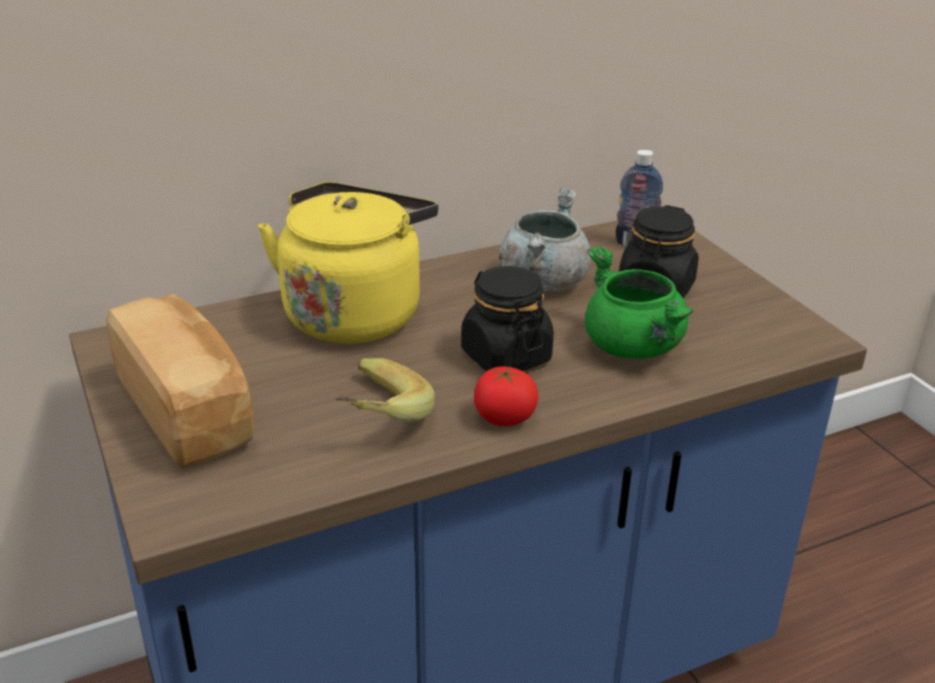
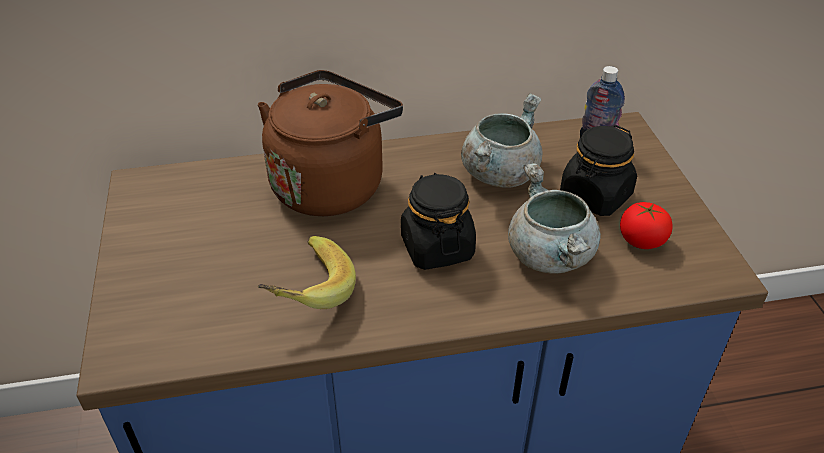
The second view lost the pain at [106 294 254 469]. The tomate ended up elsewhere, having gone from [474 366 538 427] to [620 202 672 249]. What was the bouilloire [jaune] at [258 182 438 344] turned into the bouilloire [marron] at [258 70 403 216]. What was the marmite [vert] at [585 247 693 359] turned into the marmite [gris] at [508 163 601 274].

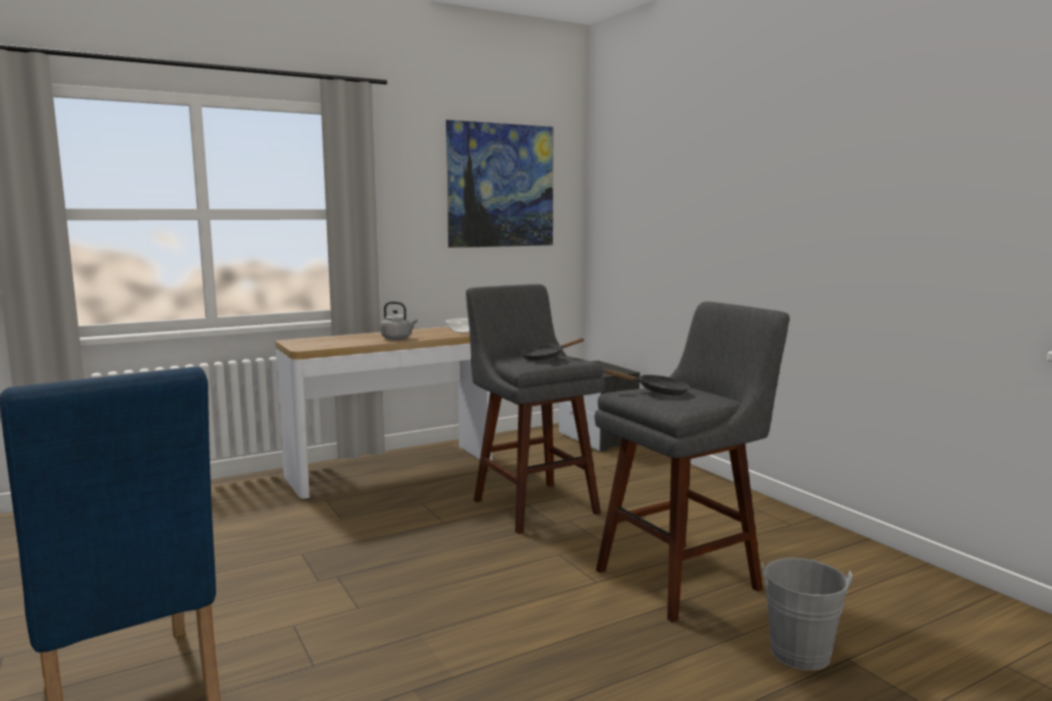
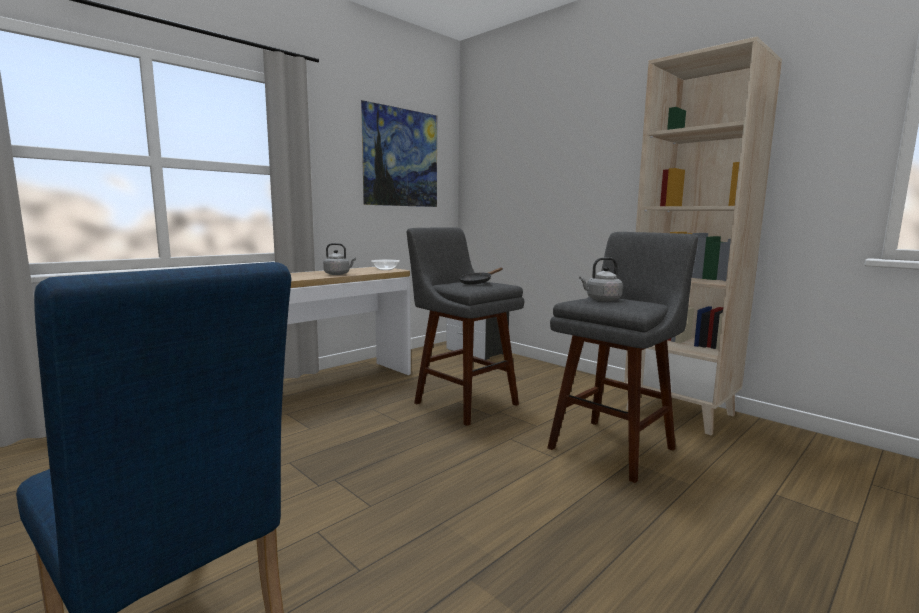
The second view lost the seau [gris] at [761 558 853 671]. The second view gained the bibliothèque [beige] at [624 37 782 435]. Where the poêle [noir] stood at [603 369 690 395], the bouilloire [gris] came to stand at [579 257 623 301].

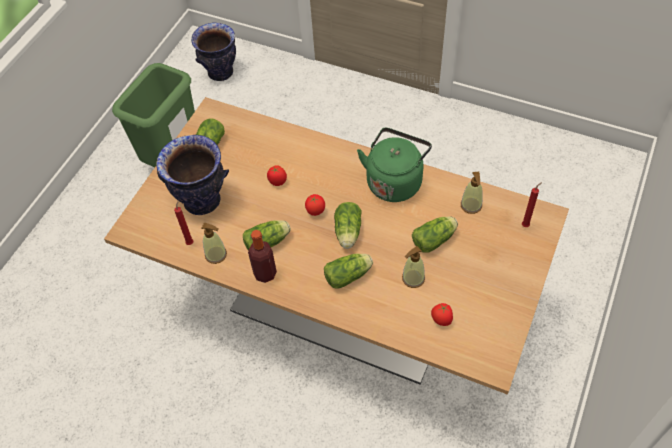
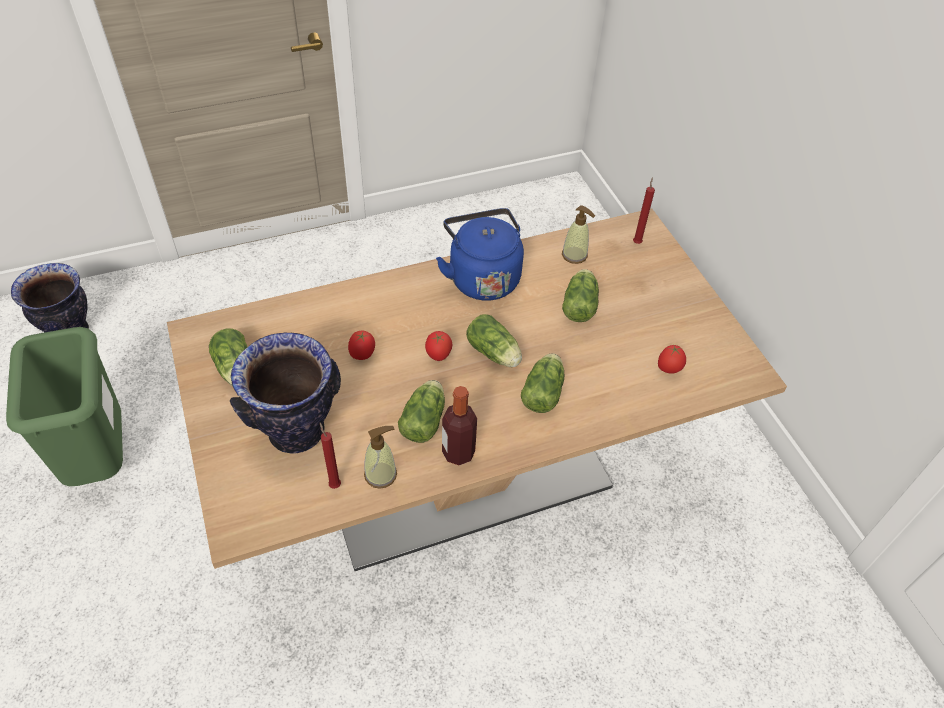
The second view lost the distributeur de savon at [402 246 425 288]. What was the bouilloire [vert] at [357 128 432 202] turned into the bouilloire [bleu] at [436 208 524 301].

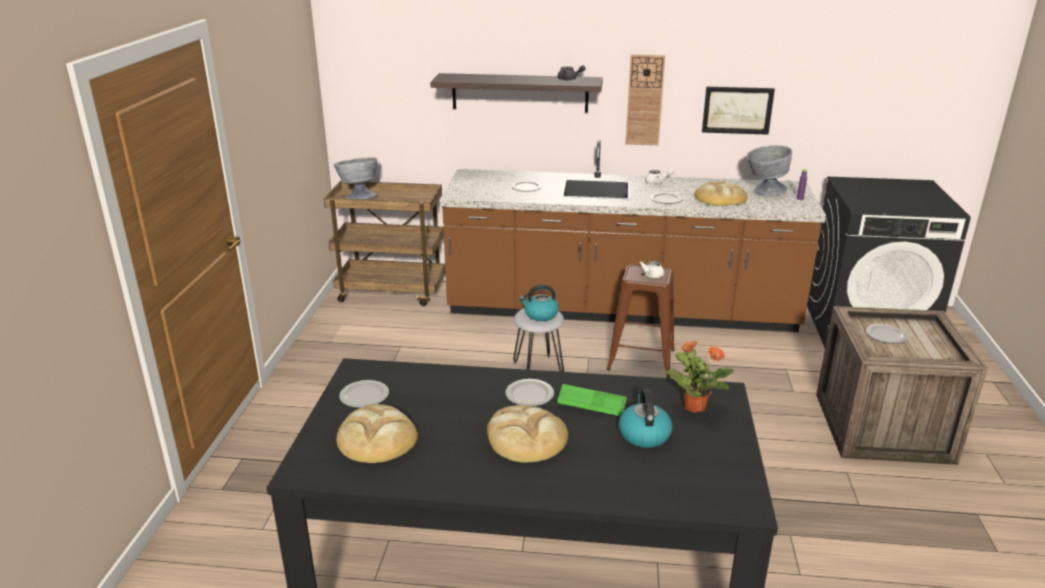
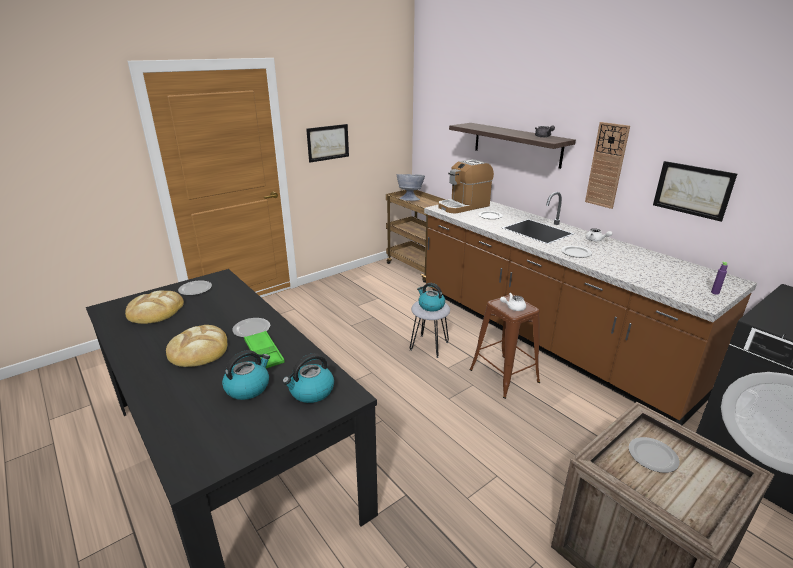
The second view lost the pain at [694 181 748 206]. The second view lost the bol [gris] at [747 145 792 196]. The second view gained the tableau at [306 124 349 163]. The second view gained the machine à café at [438 159 494 214]. Where the plante en pot stood at [665 340 734 413], the bouilloire came to stand at [282 353 334 403].

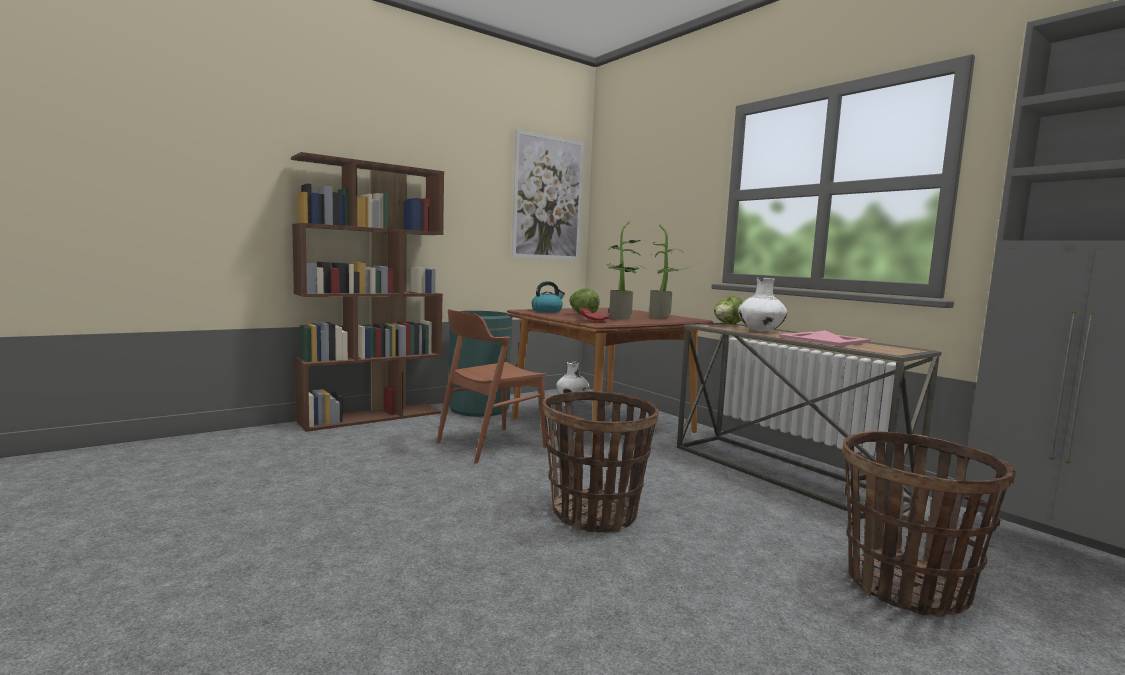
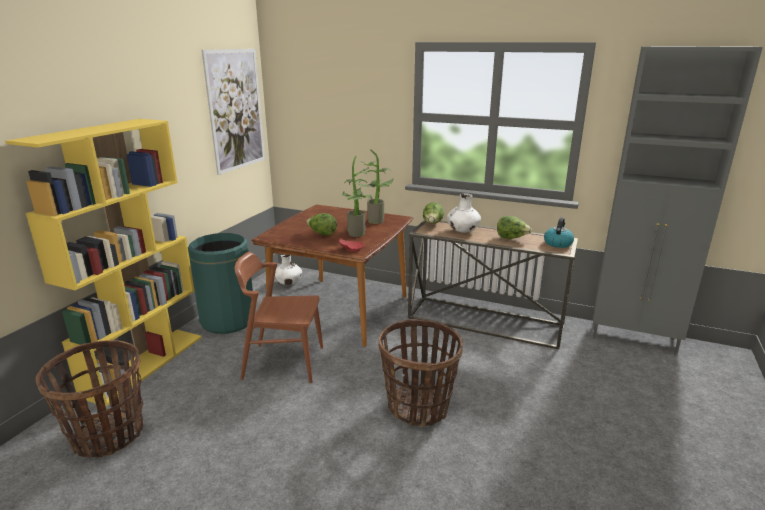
The bouilloire ended up elsewhere, having gone from [531 281 565 312] to [544 217 574 248]. The panier ended up elsewhere, having gone from [842 431 1016 617] to [36 340 143 458]. Where the plateau [rose] stood at [779 330 871 346], the laitue came to stand at [497 216 532 239]. What was the bibliothèque [marron] at [291 152 444 432] turned into the bibliothèque [jaune] at [5 119 202 406]. The chaise [marron] at [436 309 547 464] ended up facing another way, 75 degrees clockwise from before.

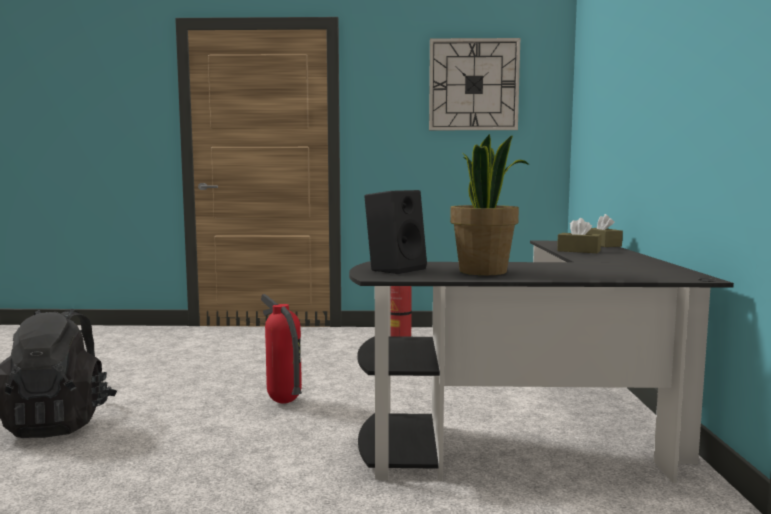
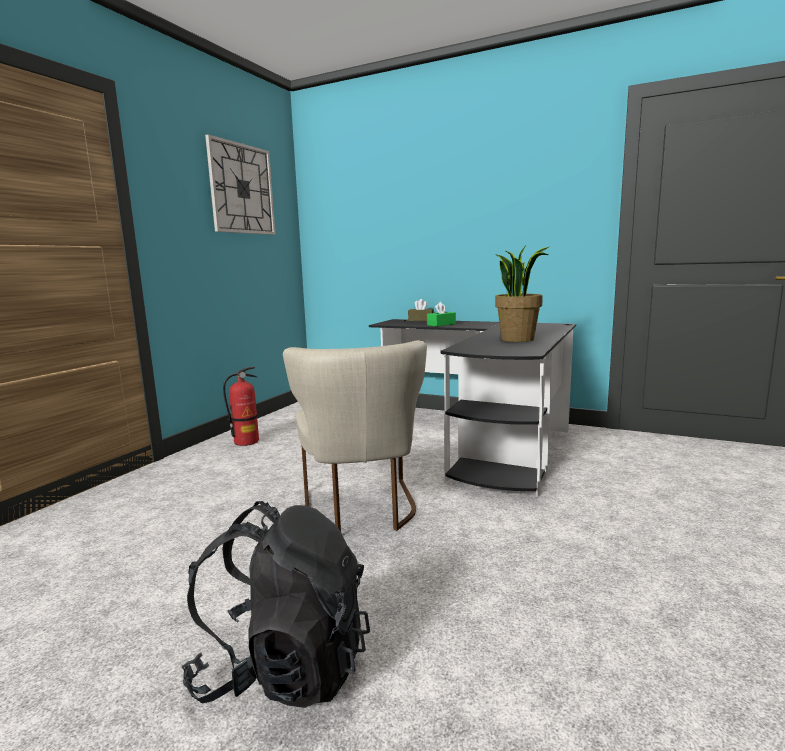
The second view lost the enceinte [noir] at [364 190 427 274]. Where the extincteur stood at [261 294 302 404], the chaise [beige] came to stand at [283 340 427 531]. What was the boîte à mouchoirs [marron] at [557 218 601 253] turned into the boîte à mouchoirs [vert] at [427 302 456 327].

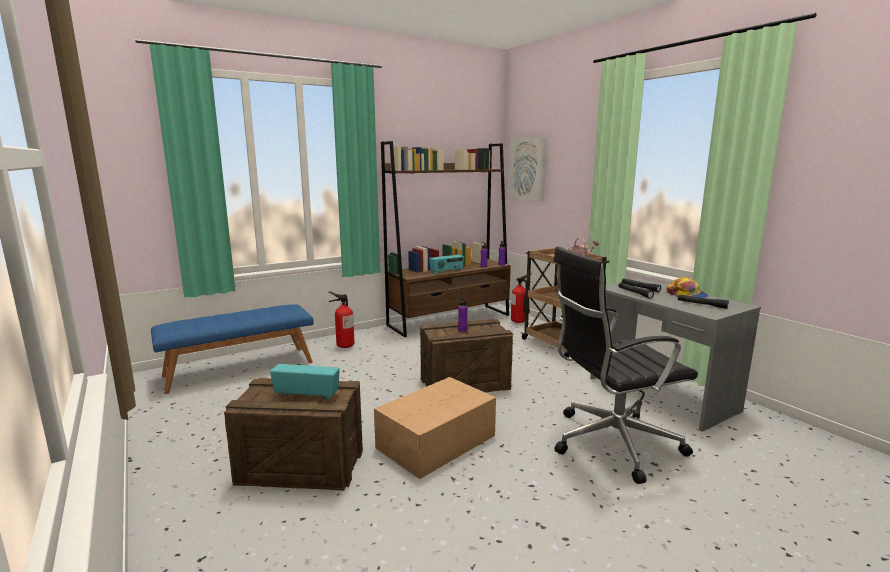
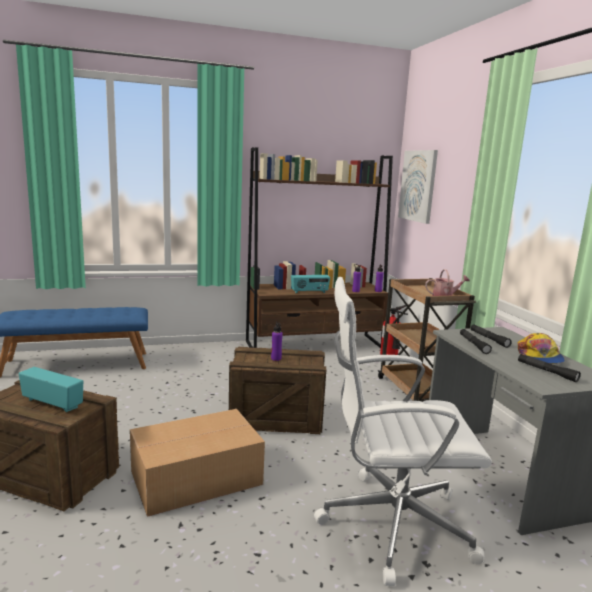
The second view lost the extincteur at [328 292 355 348]. What was the chaise de bureau [noir] at [553 246 698 484] turned into the chaise de bureau [blanc] at [314 277 492 586].

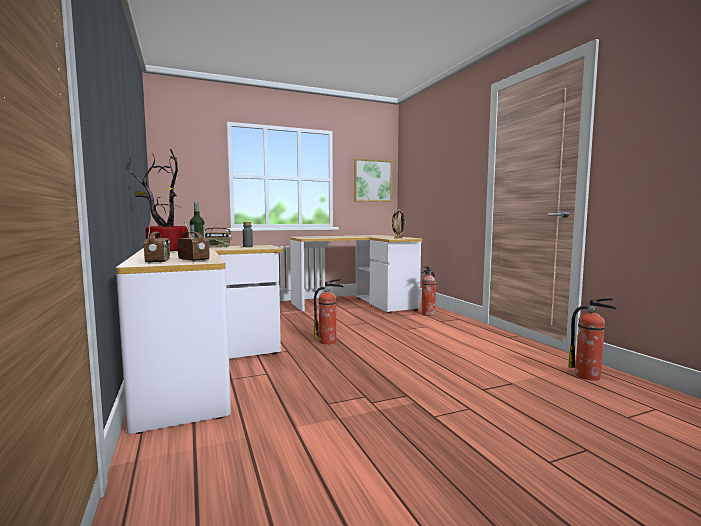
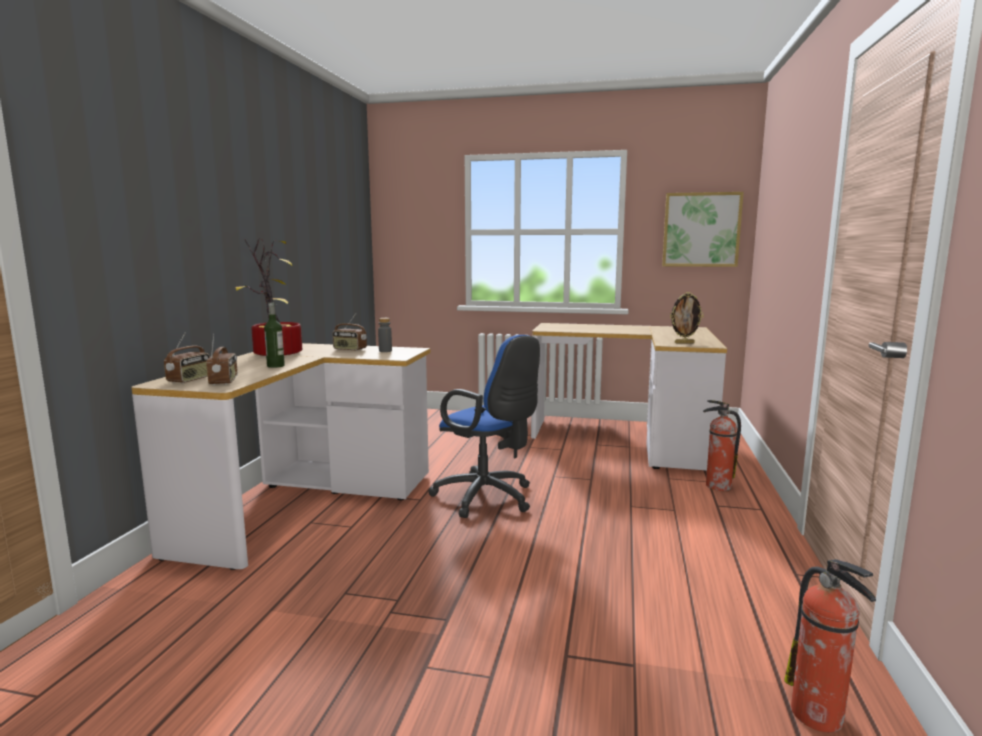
Where the extincteur stood at [314 279 343 344], the chaise de bureau [bleu] came to stand at [428 335 540 518].

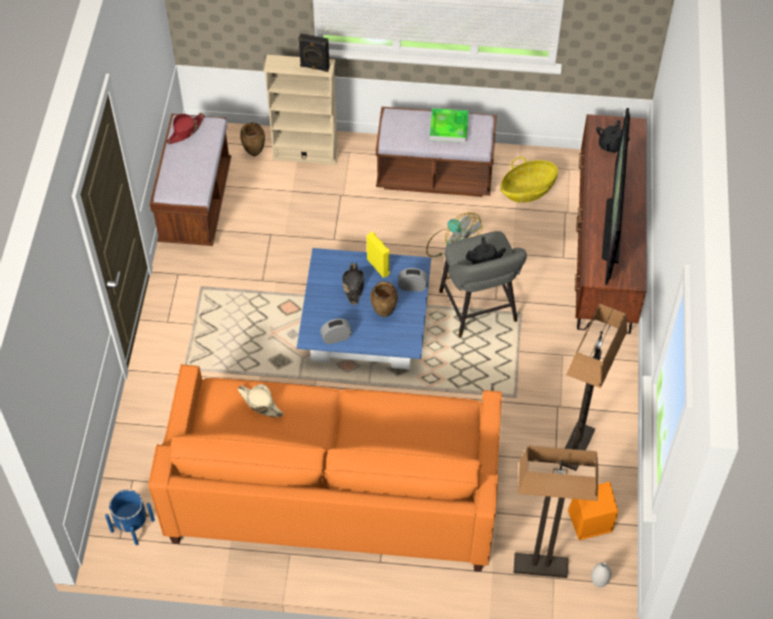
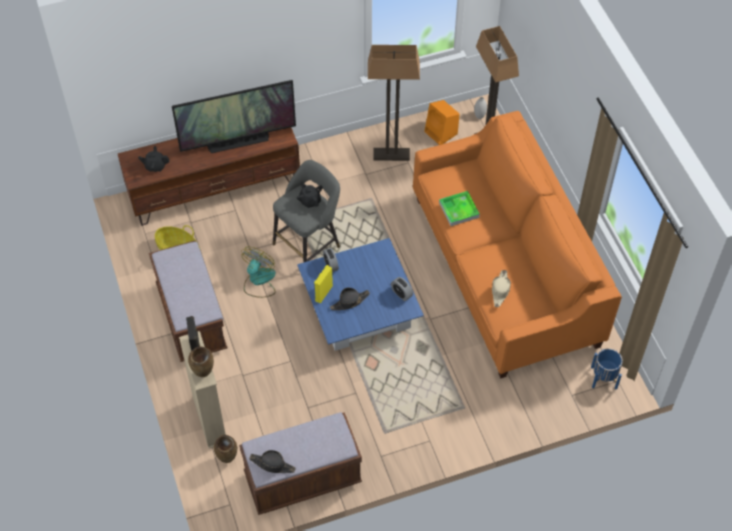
The vase [marron] ended up elsewhere, having gone from [370 281 398 317] to [188 347 214 377]. The plateau ended up elsewhere, having gone from [430 108 469 143] to [439 191 480 226]. What was the chapeau [rouge] at [166 113 205 144] turned into the chapeau [noir] at [249 450 296 473].

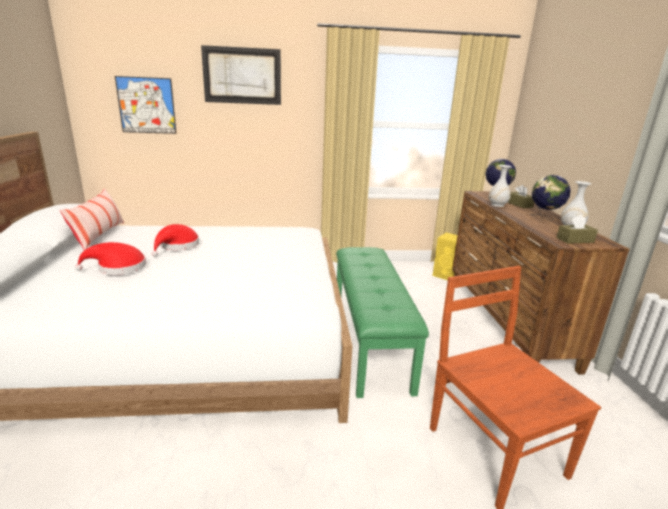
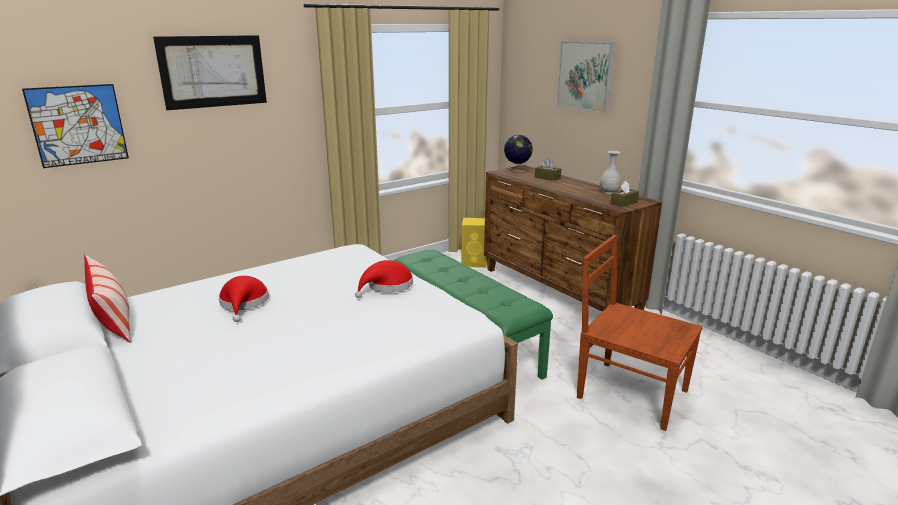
The second view lost the vase [blanc] at [489 165 512 207]. The second view lost the globe at [531 175 571 221]. The second view gained the tableau at [557 41 615 113]. The chapeau [rouge] ended up elsewhere, having gone from [75 242 146 275] to [355 260 413 298].

